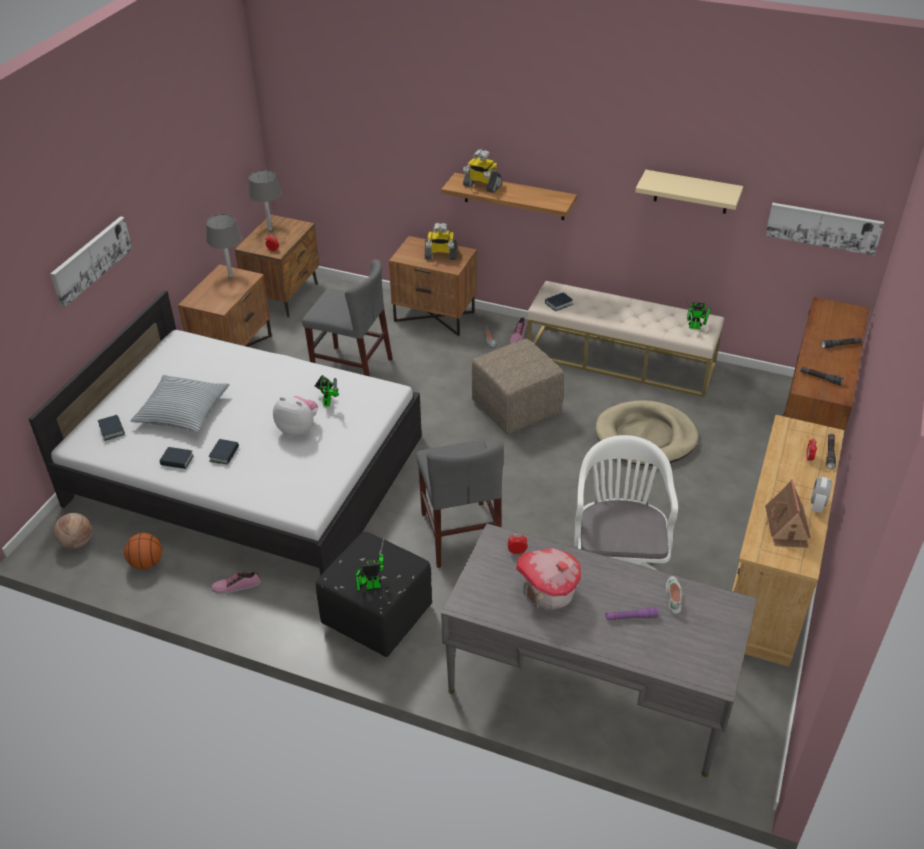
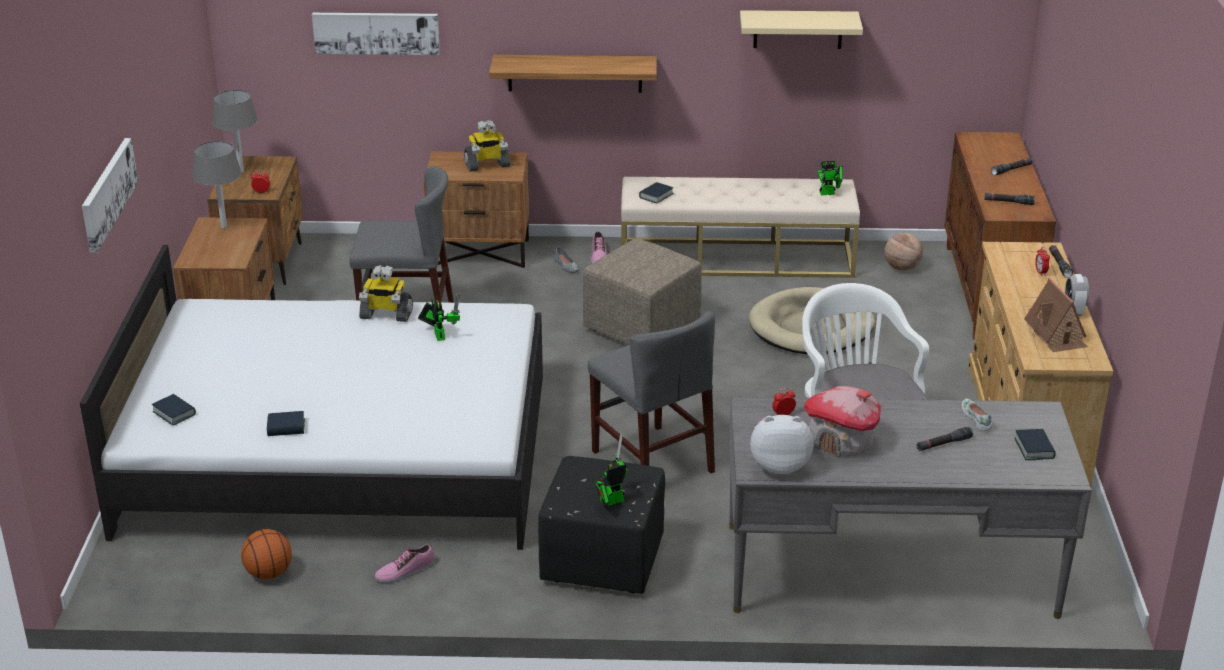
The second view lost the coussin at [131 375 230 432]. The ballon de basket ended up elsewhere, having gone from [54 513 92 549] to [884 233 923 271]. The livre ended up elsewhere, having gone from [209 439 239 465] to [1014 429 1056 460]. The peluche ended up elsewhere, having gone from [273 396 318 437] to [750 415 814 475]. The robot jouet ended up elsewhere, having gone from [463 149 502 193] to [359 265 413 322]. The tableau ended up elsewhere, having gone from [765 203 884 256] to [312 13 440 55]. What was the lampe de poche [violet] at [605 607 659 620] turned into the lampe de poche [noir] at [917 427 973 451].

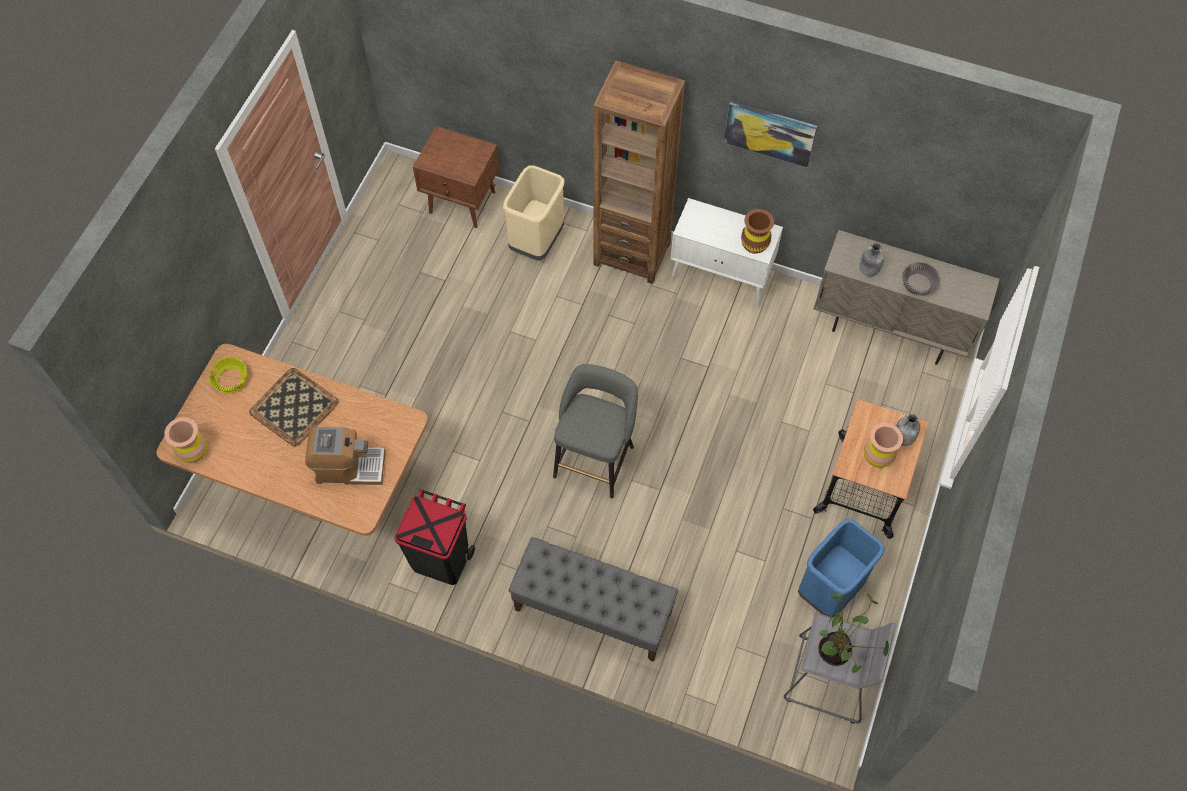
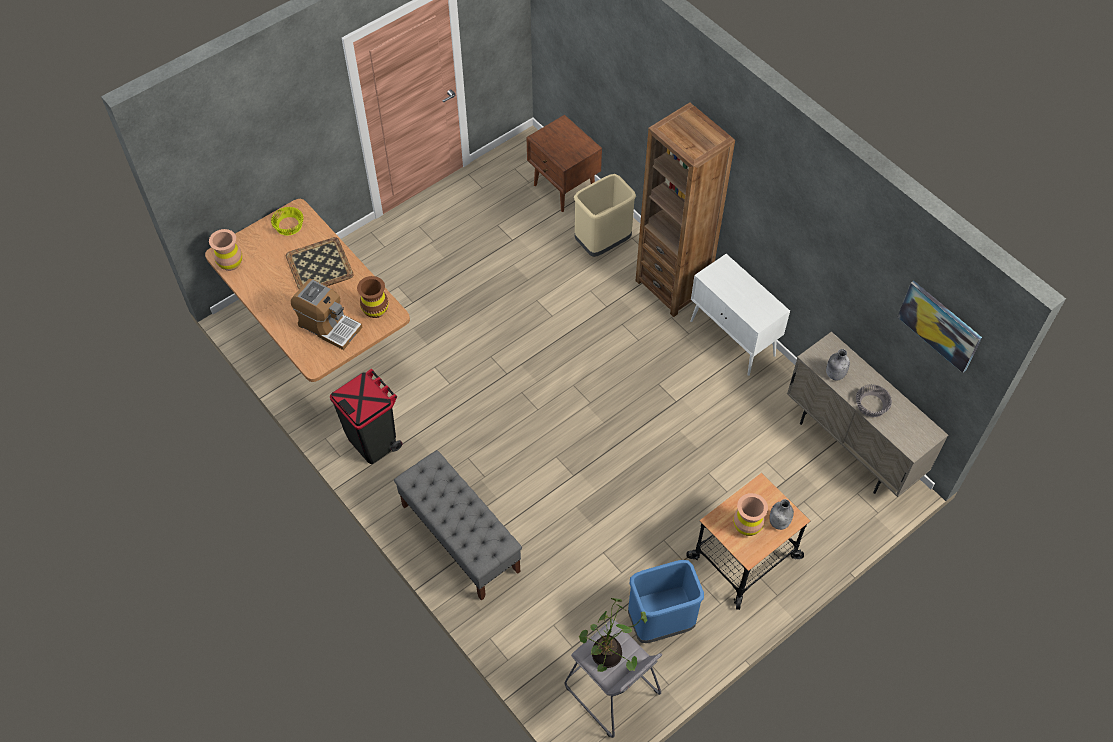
The second view lost the tabouret [gris] at [553 364 638 499]. The tableau ended up elsewhere, having gone from [724 101 817 167] to [898 281 982 373]. The vase [marron] ended up elsewhere, having gone from [741 209 774 254] to [357 276 388 318].

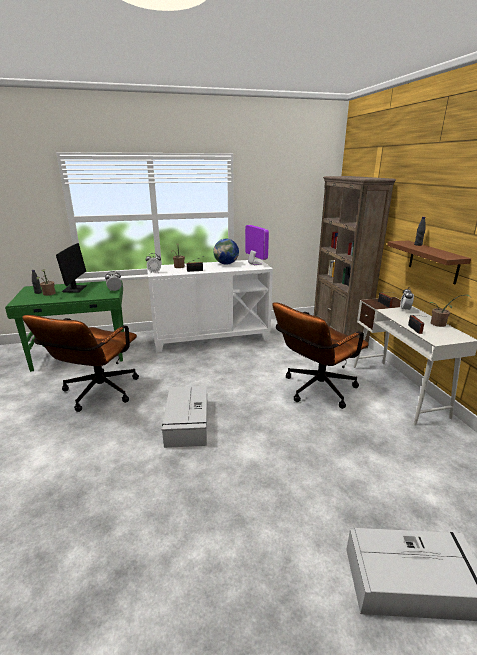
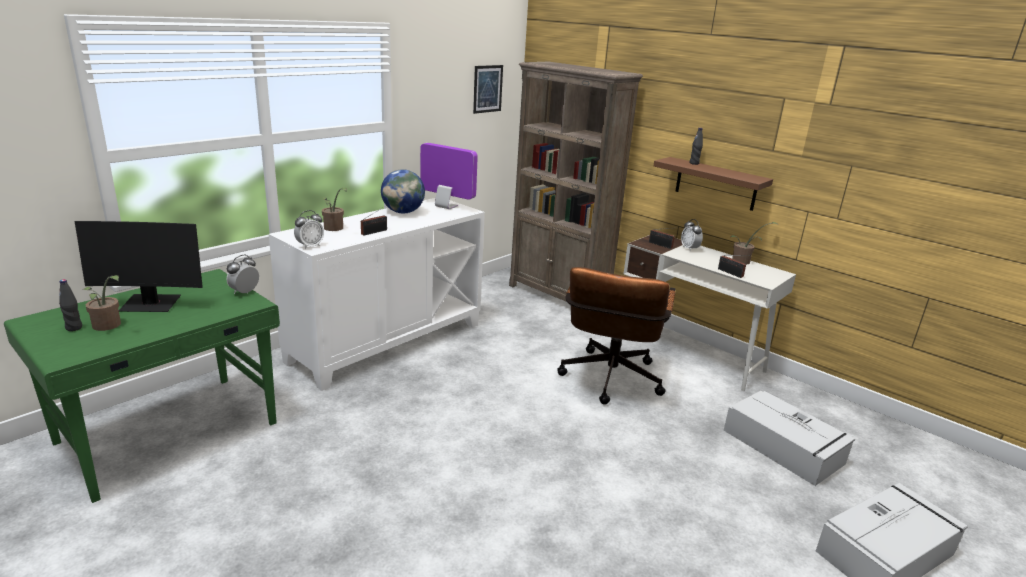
The second view lost the chaise de bureau [marron] at [22 315 139 412]. The second view gained the tableau at [473 65 503 114]. The boîte de rangement [gris] ended up elsewhere, having gone from [162 386 207 448] to [724 391 855 486]. The écran d'ordinateur at [56 243 87 293] ended up facing another way, 120 degrees clockwise from before.

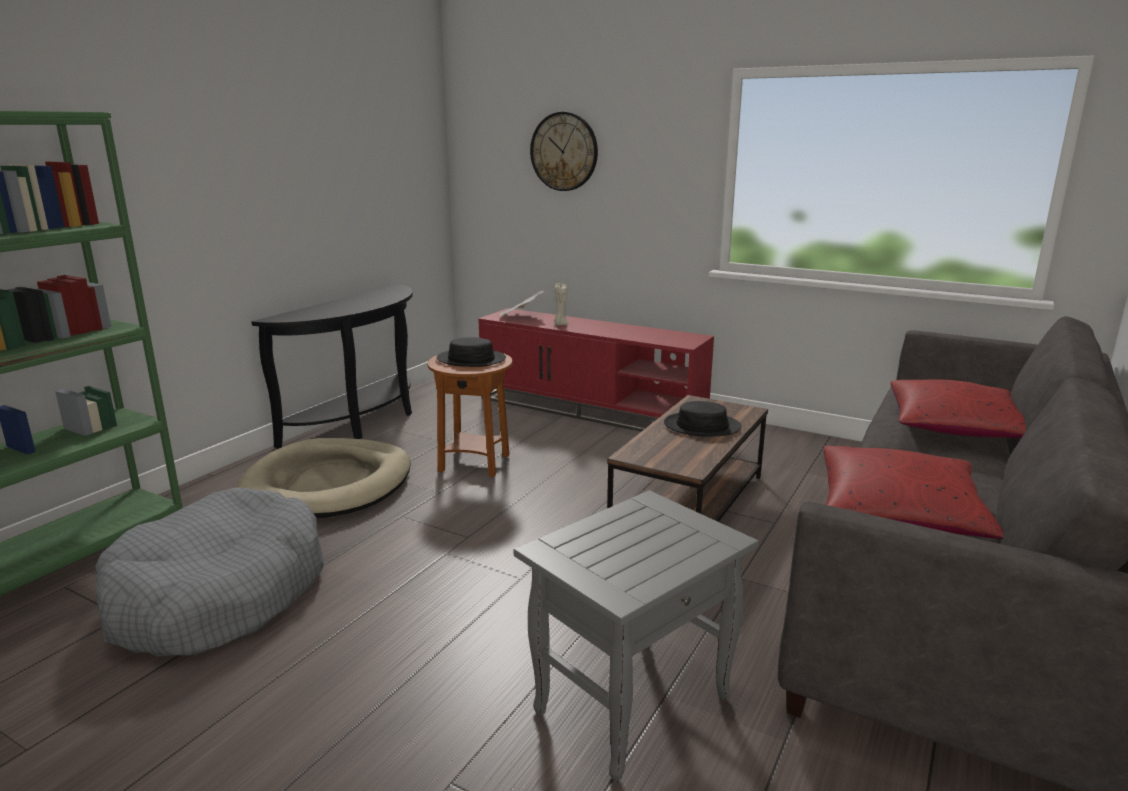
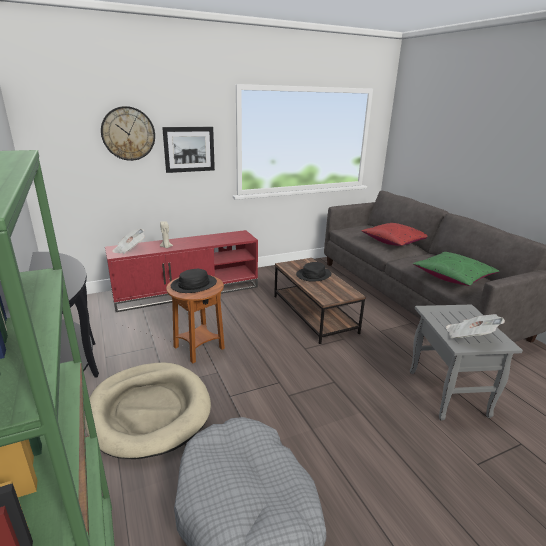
The second view gained the tableau at [162 127 215 173]. The second view gained the journal at [446 314 505 338]. What was the coussin [rouge] at [823 446 1004 539] turned into the coussin [vert] at [413 252 499 286].

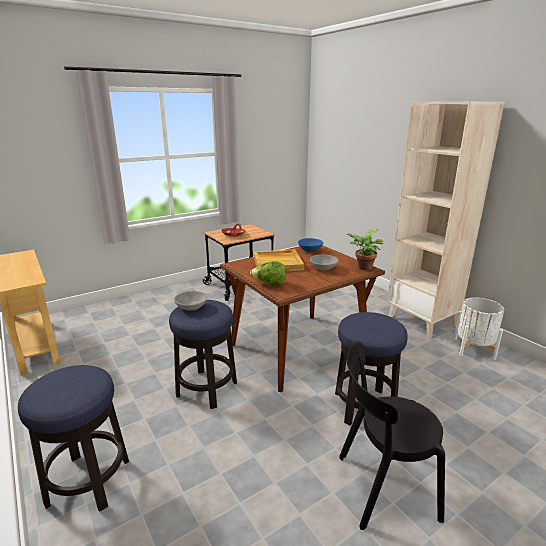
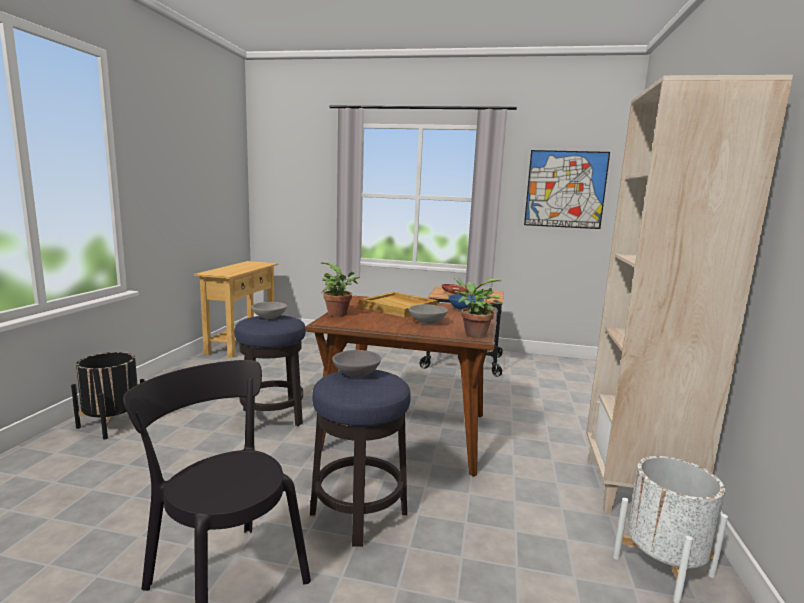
The second view gained the bol [gris] at [332 350 381 377]. The second view gained the tableau at [524 150 610 229]. Where the tabouret stood at [18 365 129 512], the cache-pot [noir] came to stand at [71 352 144 440]. Where the laitue stood at [250 261 286 286], the plante en pot came to stand at [321 262 360 317].

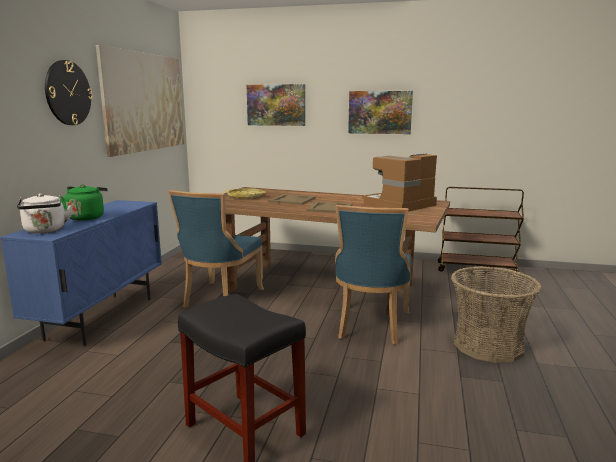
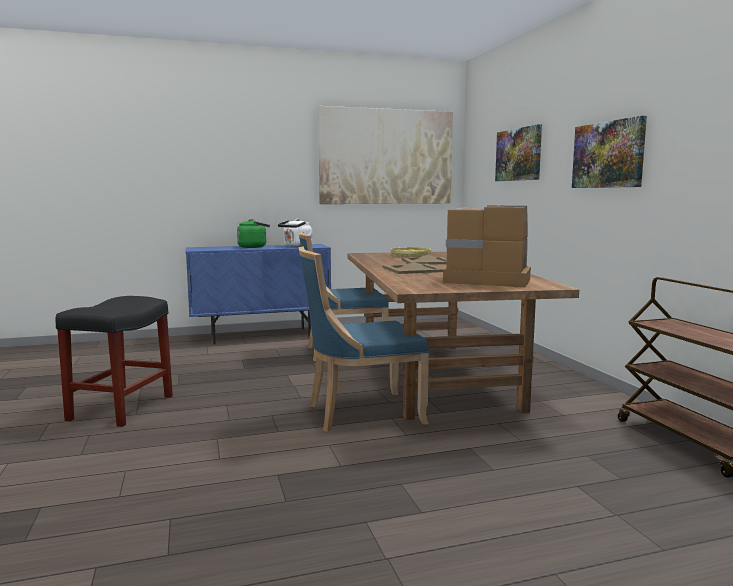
The second view lost the horloge murale at [45 60 93 125]. The second view lost the panier at [451 266 542 363]. The bouilloire [blanc] ended up elsewhere, having gone from [17 193 73 234] to [278 219 314 247].

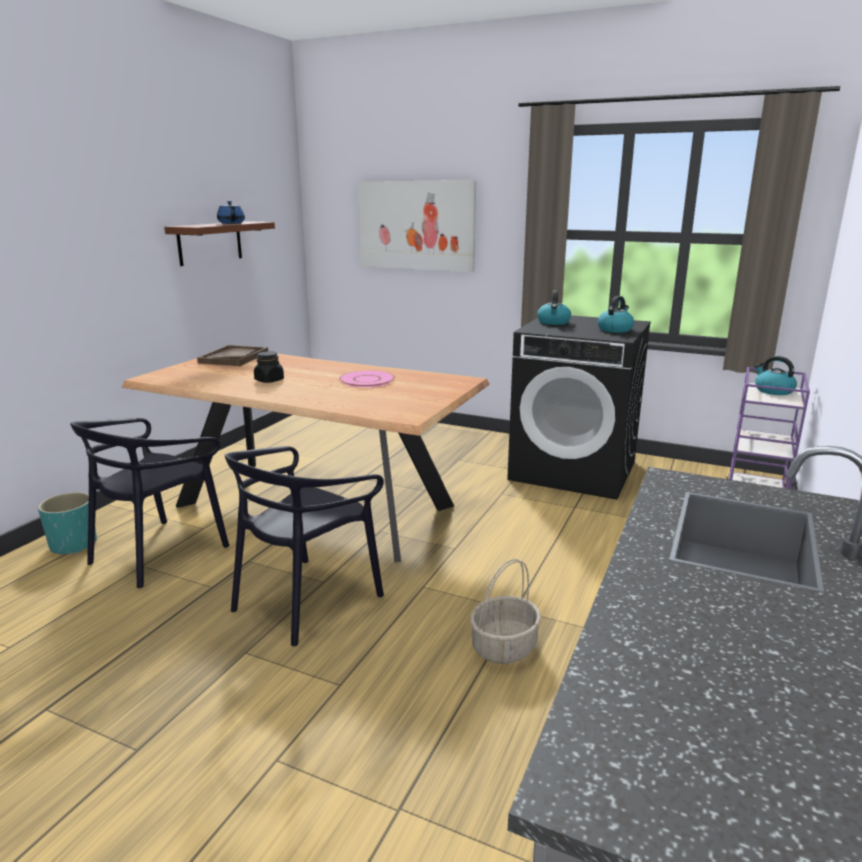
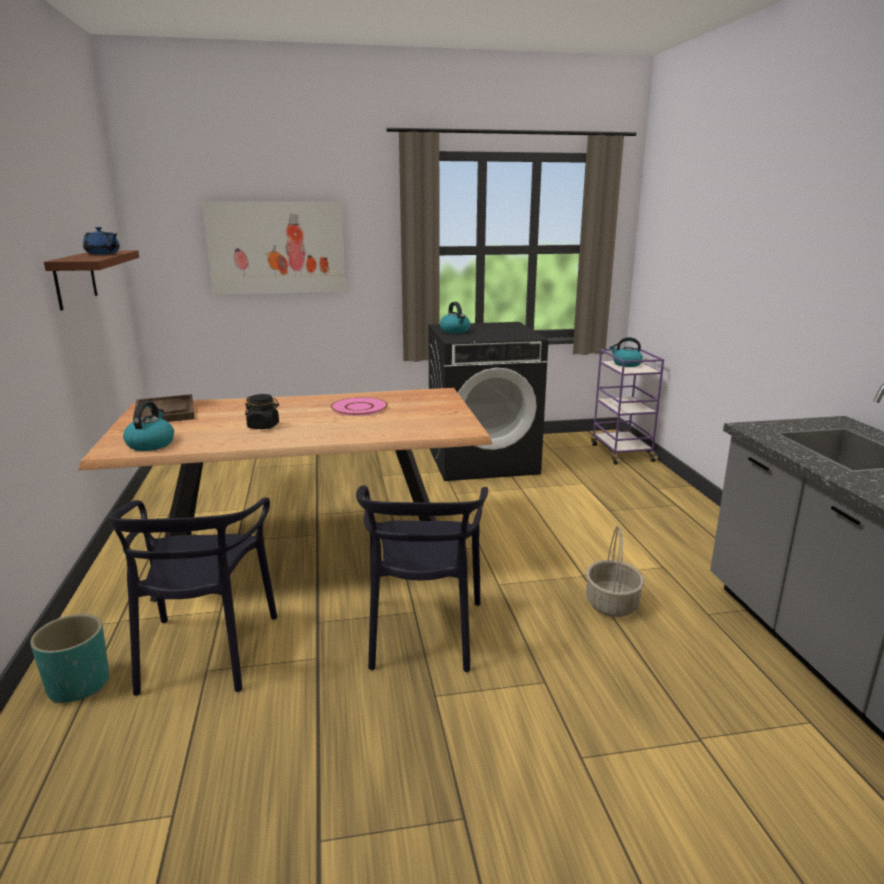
The bouilloire ended up elsewhere, having gone from [598 296 634 333] to [123 401 174 451].

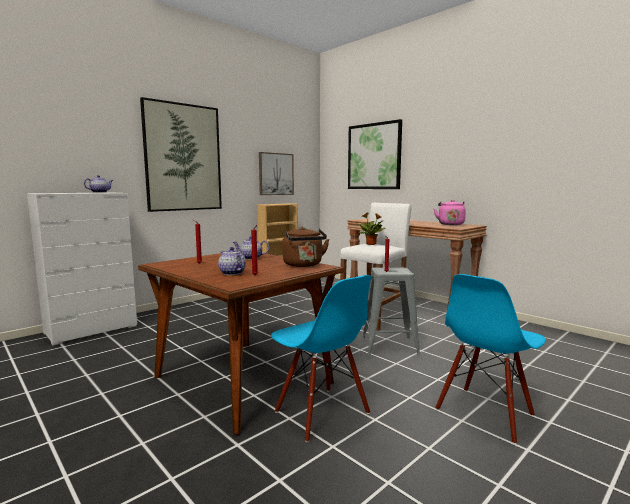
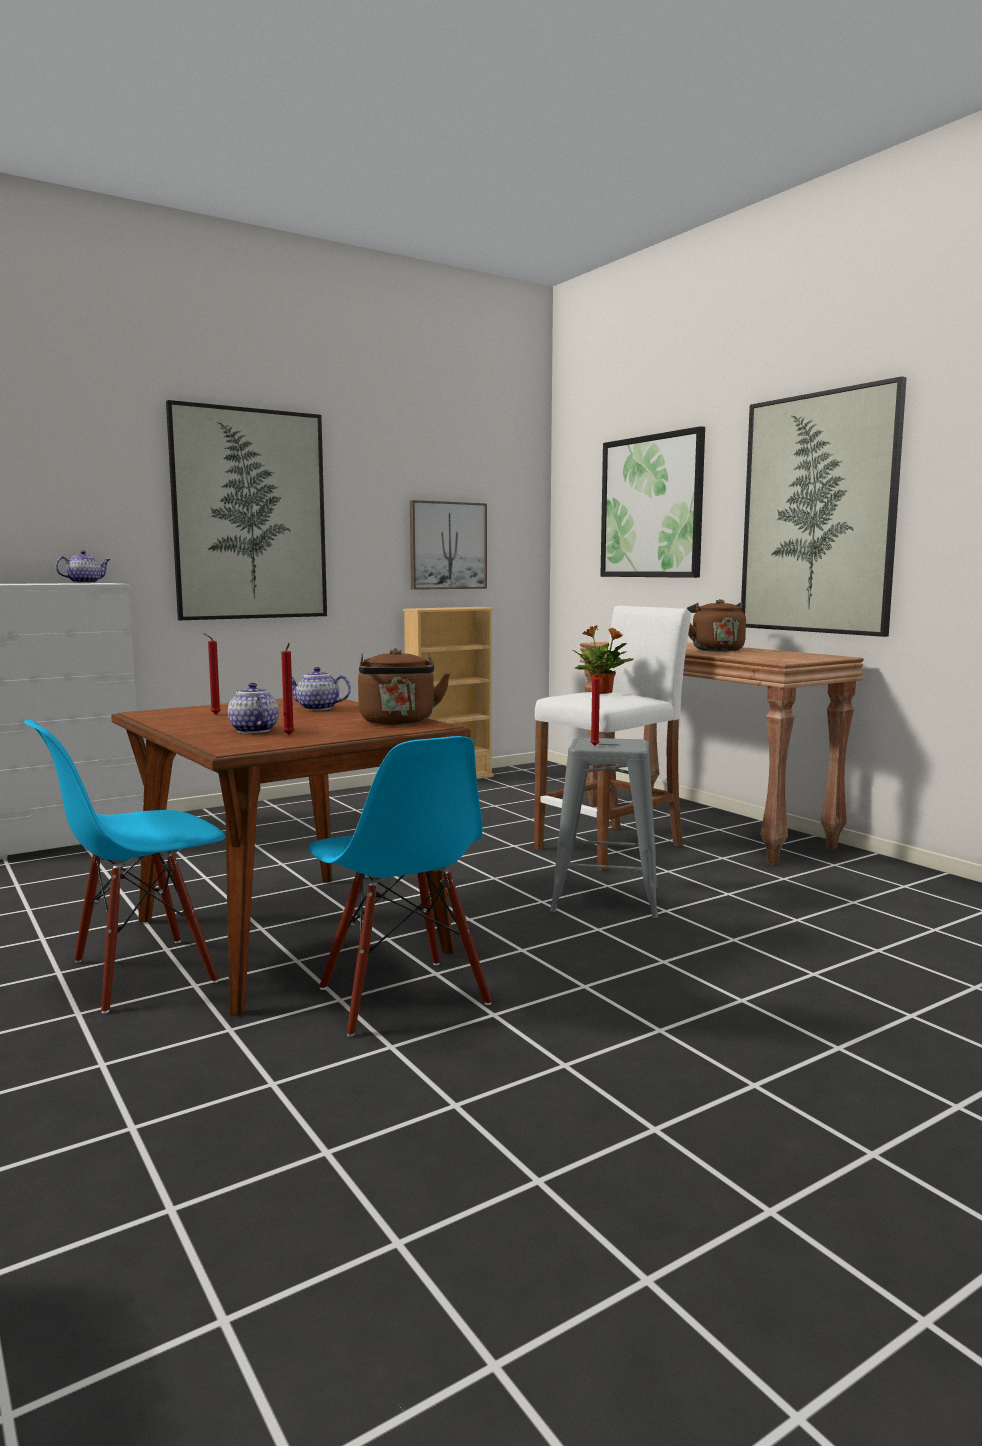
The second view lost the bouilloire [rose] at [434 200 466 225]. The second view gained the bouilloire [marron] at [687 599 746 652]. The second view gained the tableau at [741 376 907 637]. The chaise [bleu] ended up elsewhere, having gone from [435 274 546 444] to [24 720 225 1014].

